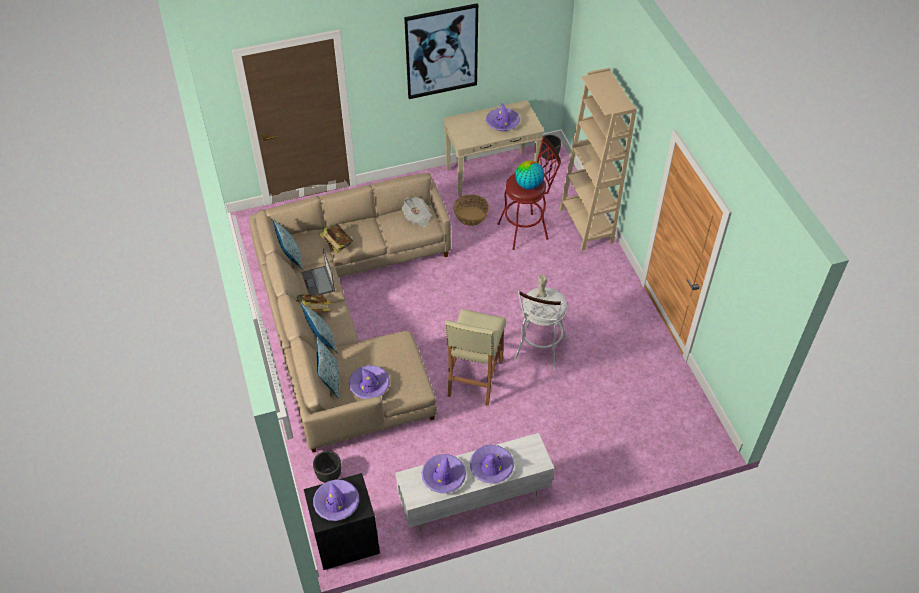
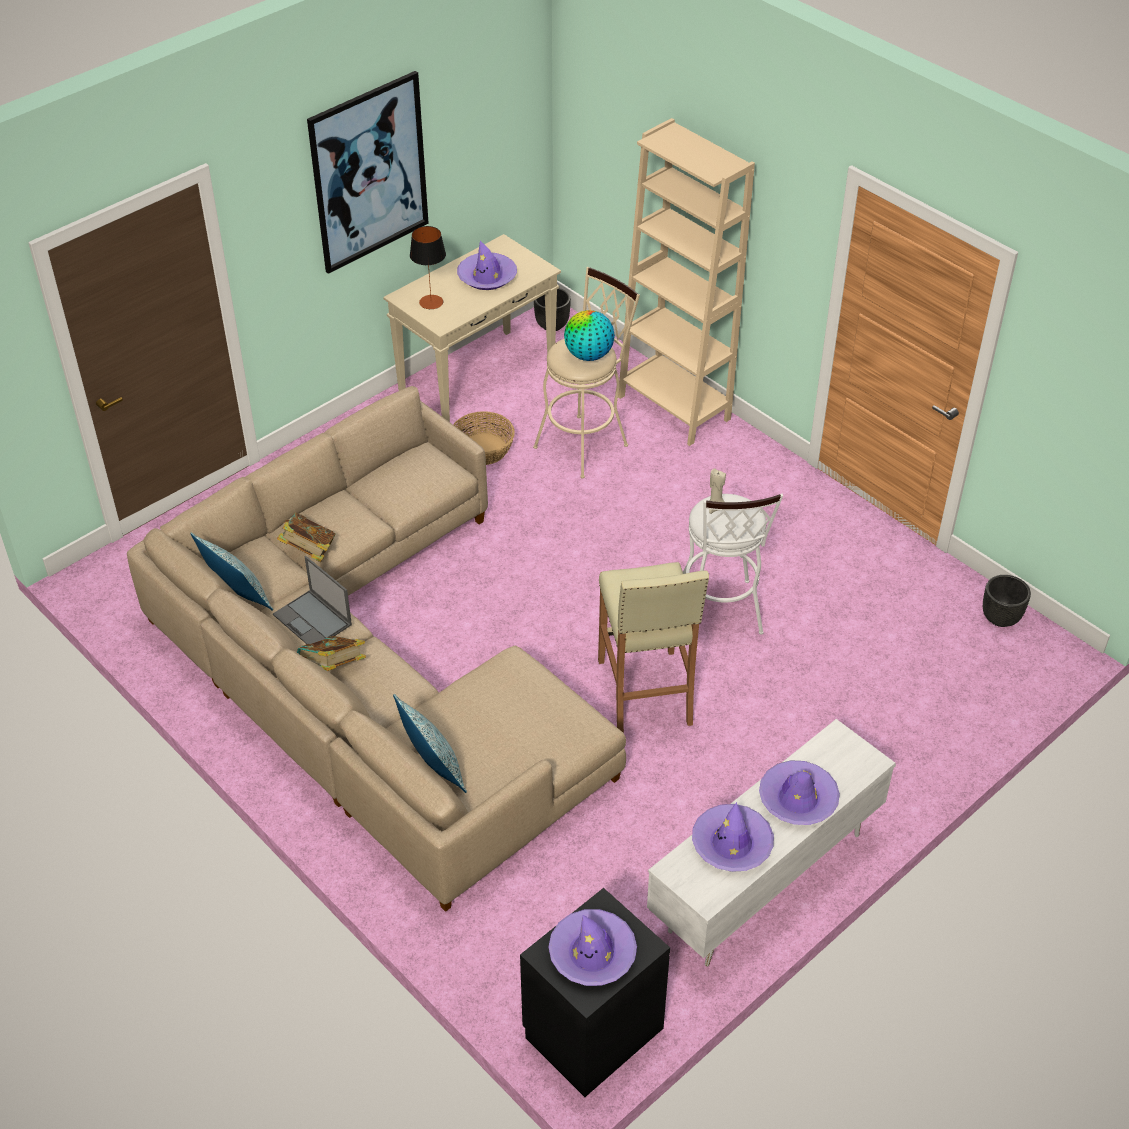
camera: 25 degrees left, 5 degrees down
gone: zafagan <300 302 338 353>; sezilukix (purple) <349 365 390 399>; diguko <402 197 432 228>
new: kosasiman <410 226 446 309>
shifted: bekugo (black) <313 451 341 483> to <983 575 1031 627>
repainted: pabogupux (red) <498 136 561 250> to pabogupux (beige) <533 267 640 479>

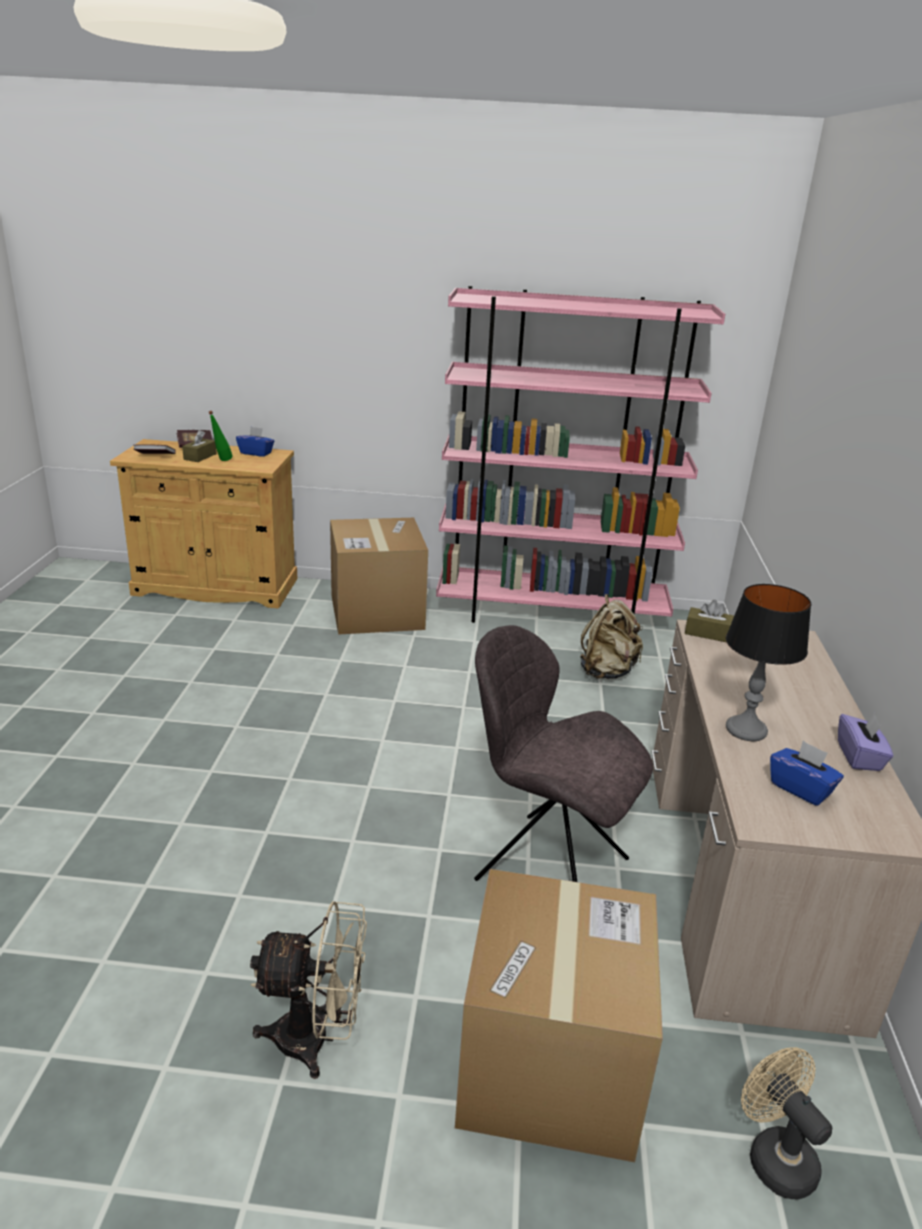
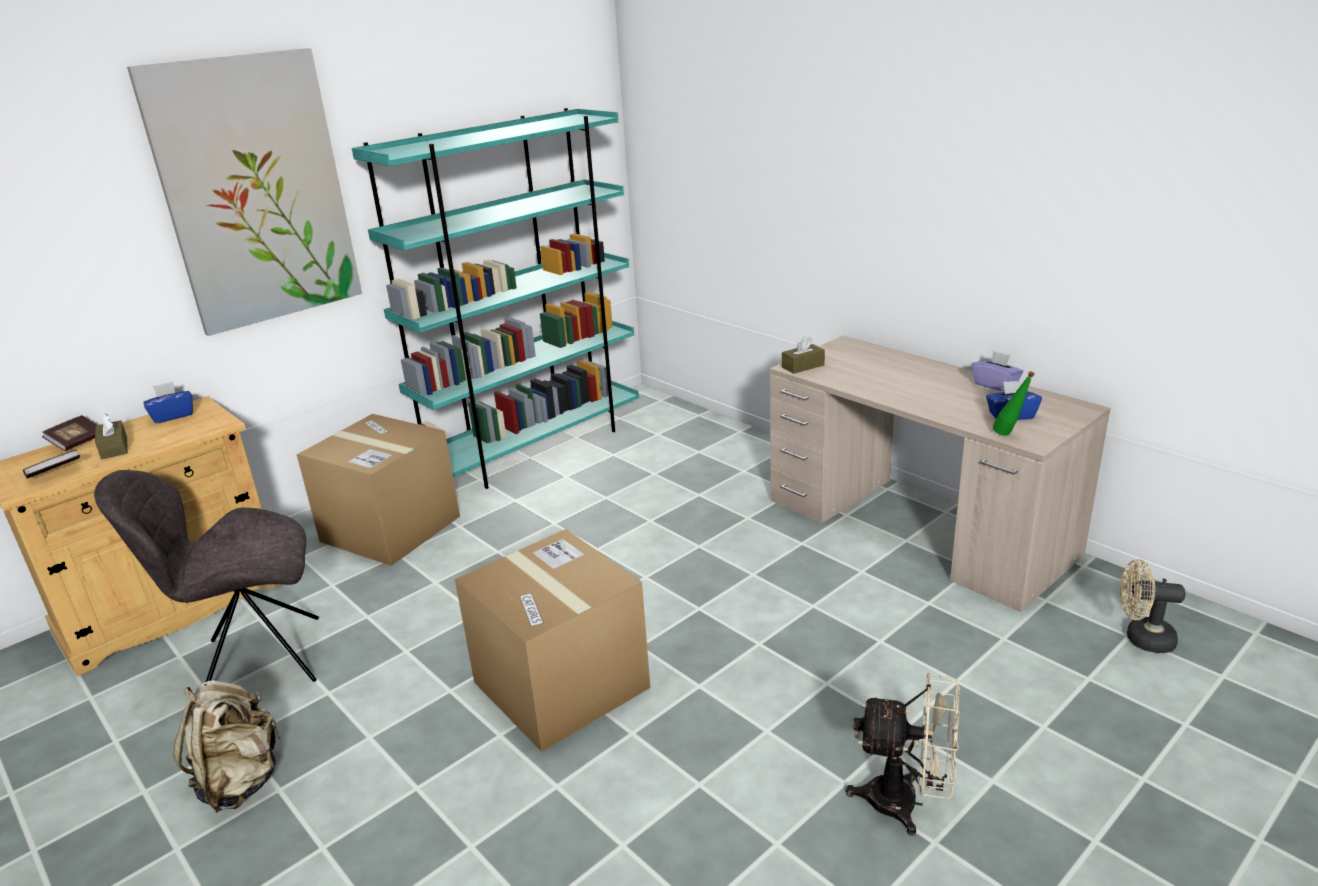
camera: 45 degrees left, 0 degrees up
gone: kosasiman <726 584 811 741>
new: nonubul <127 48 362 336>
shifted: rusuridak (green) <208 411 233 461> to <993 371 1035 436>; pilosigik <455 869 663 1162> to <455 529 650 752>; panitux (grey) <474 625 653 882> to <94 470 319 686>; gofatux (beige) <580 594 643 679> to <174 680 282 813>
repainted: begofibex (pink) <436 286 725 623> to begofibex (turquoise) <352 108 639 489>
rotated: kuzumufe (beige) <250 901 367 1079> = <846 673 960 836> 60 degrees clockwise

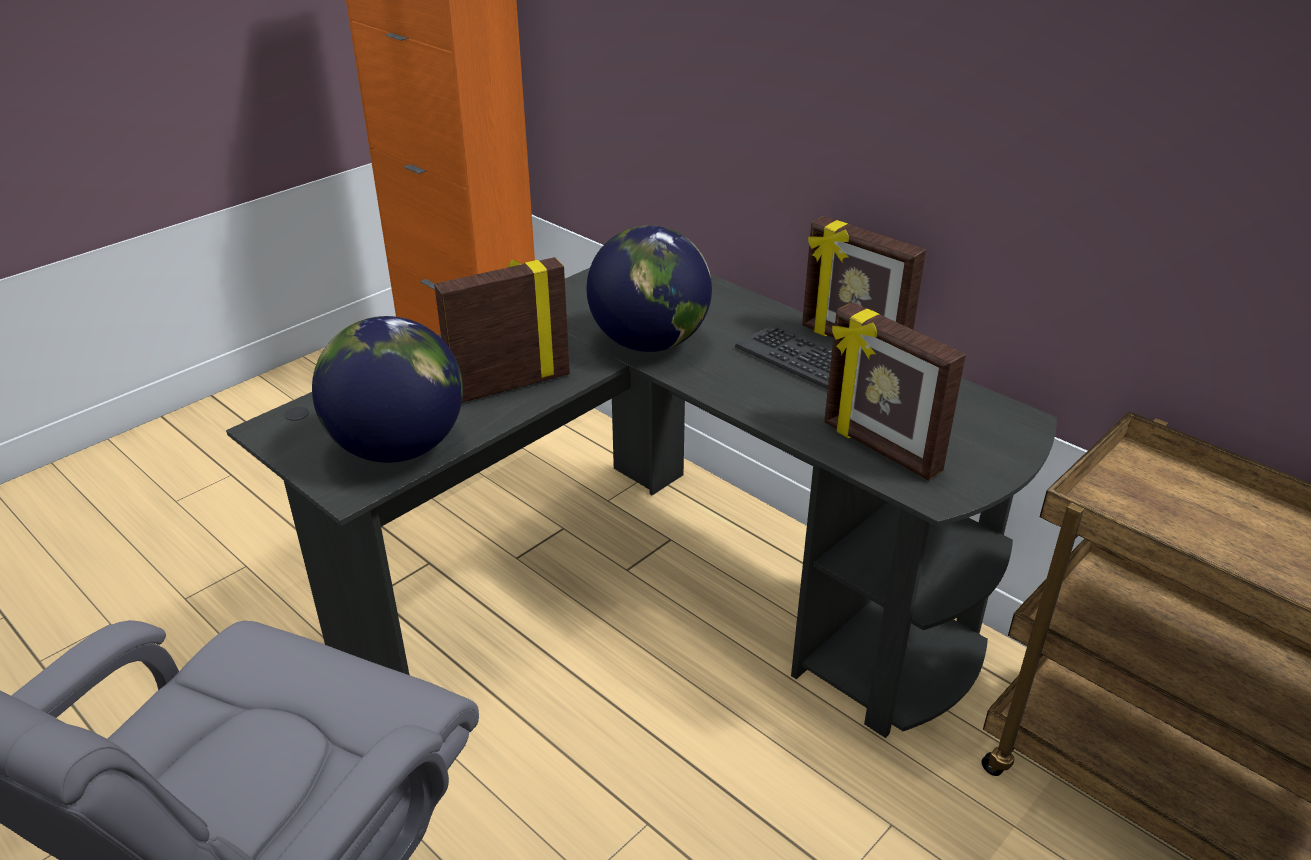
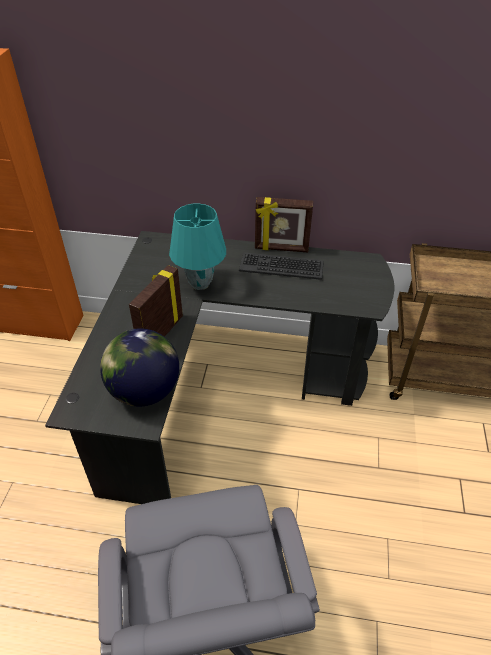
camera: 35 degrees left, 10 degrees up
gone: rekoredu <824 302 966 480>
swapped: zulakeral <587 225 712 352> to kosasiman (turquoise) <169 204 226 290>

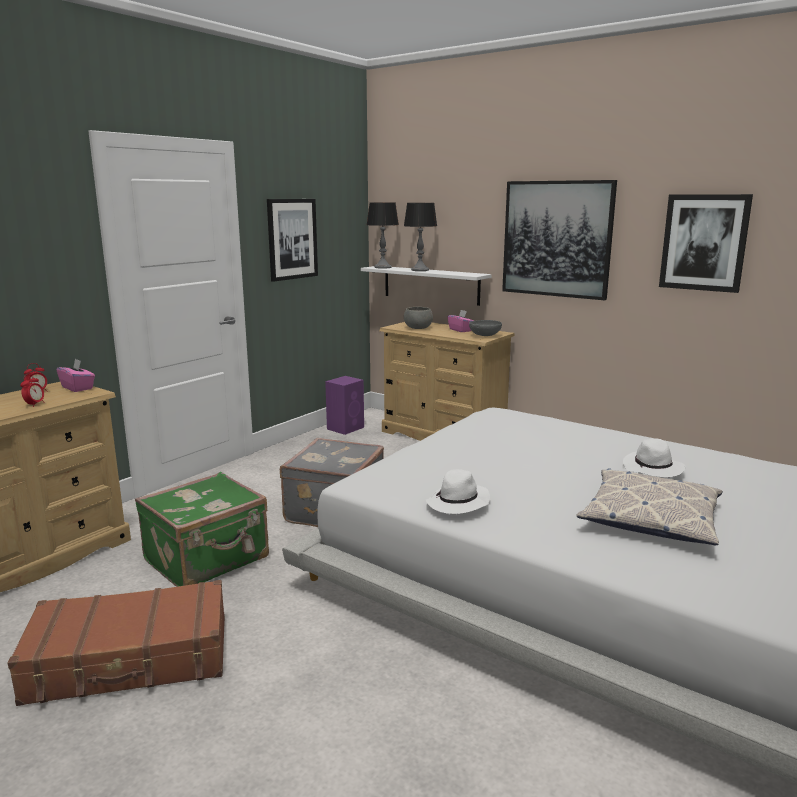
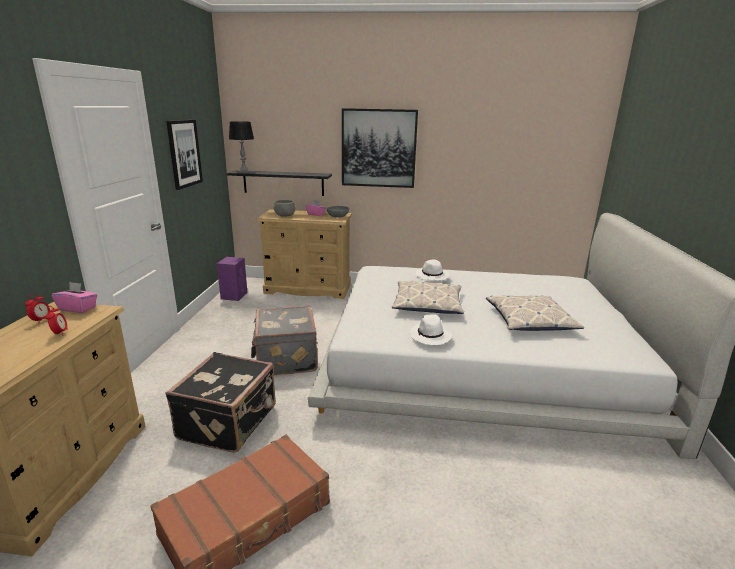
camera: 30 degrees left, 5 degrees up
gone: kosasiman <404 203 437 271>; nonubul <659 194 753 293>
new: zafagan <392 281 464 314>
shifted: sezilukix (white) <623 438 686 478> to <416 259 450 280>
repainted: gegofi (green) <135 472 269 587> to gegofi (black) <165 352 276 453>; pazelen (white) <361 266 492 306> to pazelen (black) <227 170 332 196>

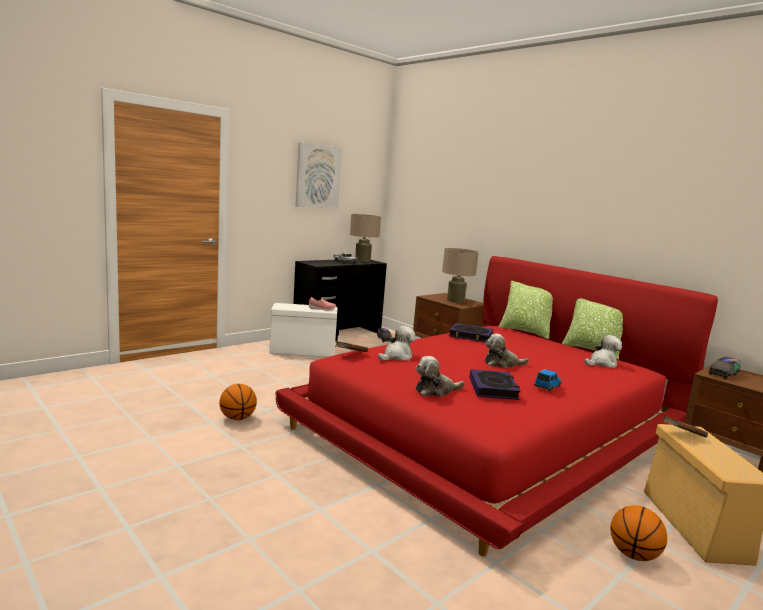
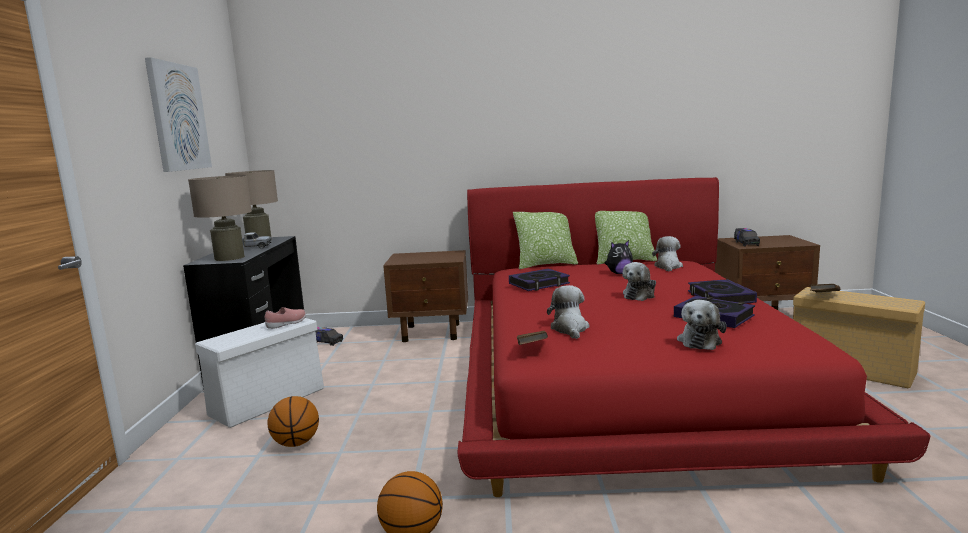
camera: 45 degrees left, 0 degrees up
new: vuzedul <605 240 633 274>
shifted: kosasiman (beige) <442 248 479 303> to <188 175 252 261>; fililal <610 505 667 561> to <267 396 319 447>
swapped: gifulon <534 369 561 391> to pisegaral <688 279 757 303>

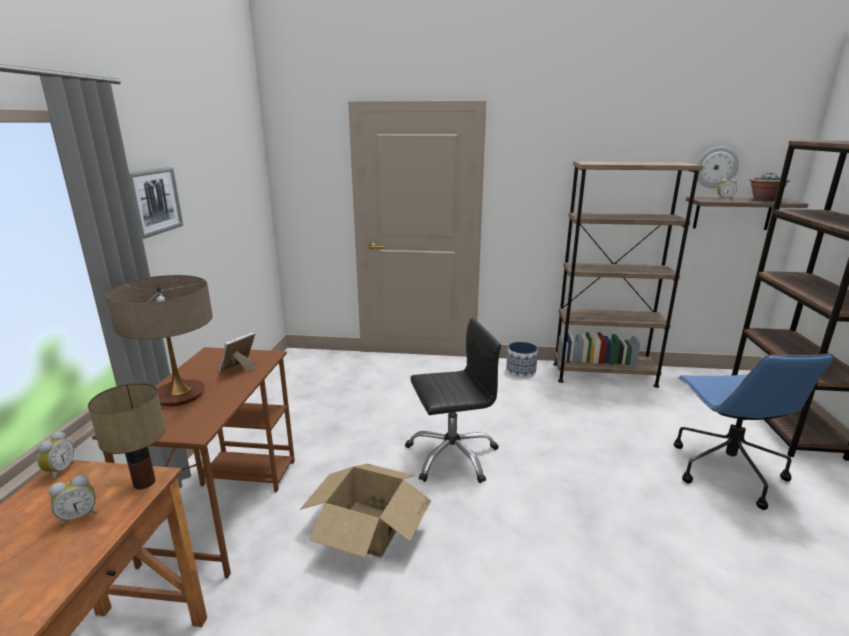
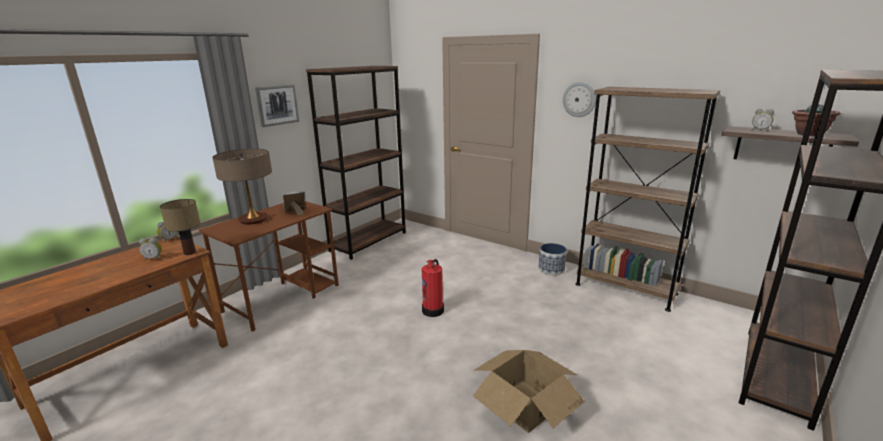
camera: 30 degrees right, 0 degrees up
gone: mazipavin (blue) <674 354 833 510>
new: begofibex (brown) <306 66 406 260>
shifted: pilosigik <300 464 431 558> to <473 350 585 433>; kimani <697 146 739 188> to <563 82 596 117>
swapped: mazipavin (black) <405 318 501 483> to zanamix <422 259 444 317>

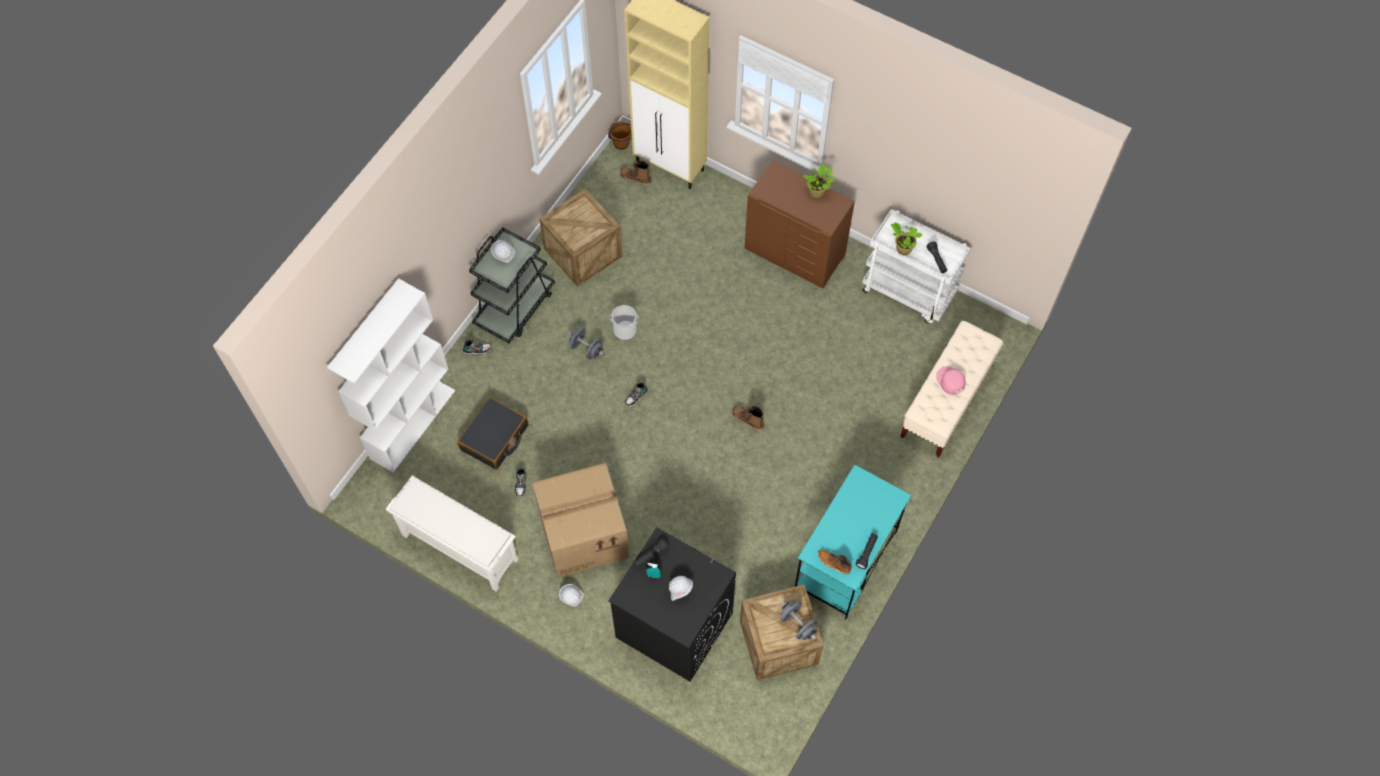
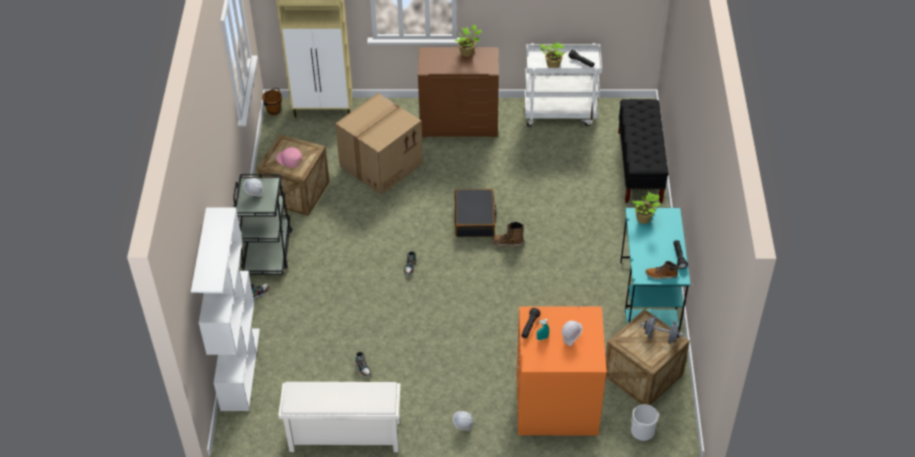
camera: 30 degrees left, 15 degrees down
gone: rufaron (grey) <568 328 604 359>; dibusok <620 160 652 187>
new: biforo <631 192 660 224>
shifted: gegofi (black) <457 397 528 470> to <455 189 497 237>; pilosigik <532 462 629 578> to <335 93 423 195>; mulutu <609 305 639 340> to <631 404 659 441>; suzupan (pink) <936 366 966 395> to <276 147 303 168>
repainted: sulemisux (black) <608 527 736 682> to sulemisux (orange) <517 306 607 436>; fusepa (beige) <900 321 1003 457> to fusepa (black) <618 99 669 203>

